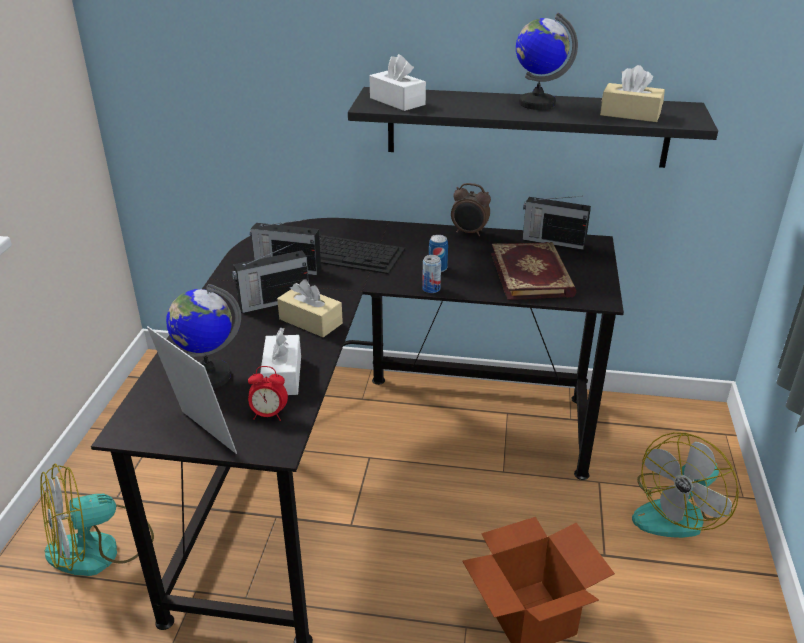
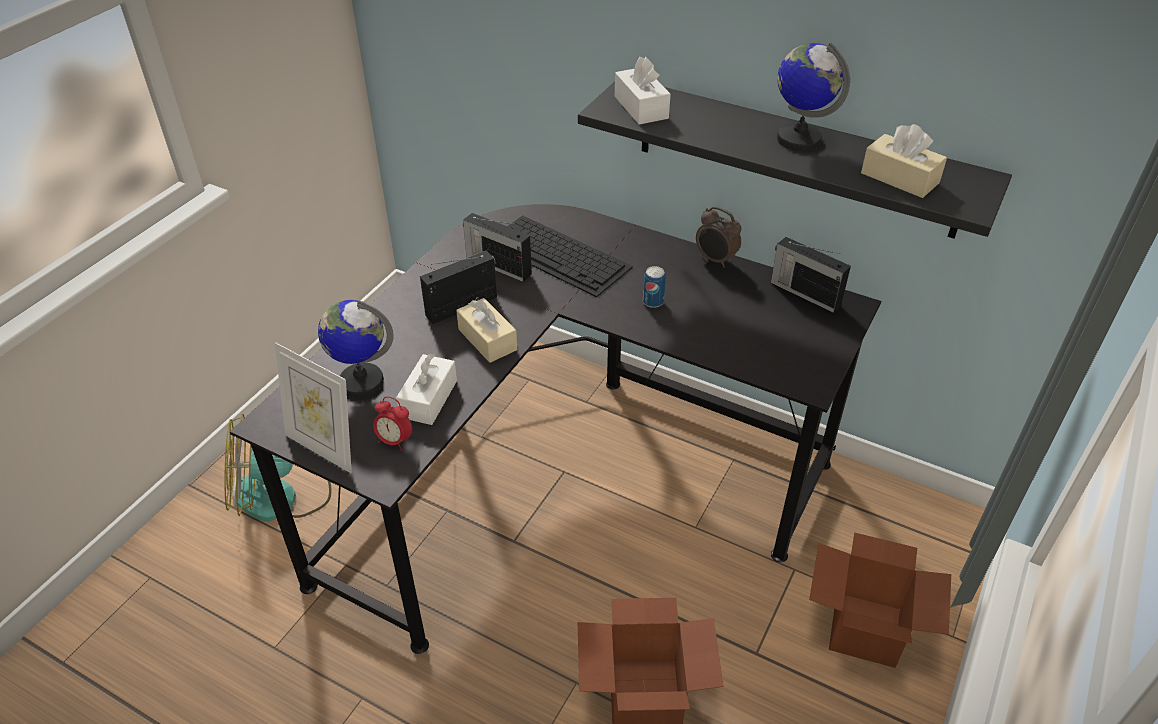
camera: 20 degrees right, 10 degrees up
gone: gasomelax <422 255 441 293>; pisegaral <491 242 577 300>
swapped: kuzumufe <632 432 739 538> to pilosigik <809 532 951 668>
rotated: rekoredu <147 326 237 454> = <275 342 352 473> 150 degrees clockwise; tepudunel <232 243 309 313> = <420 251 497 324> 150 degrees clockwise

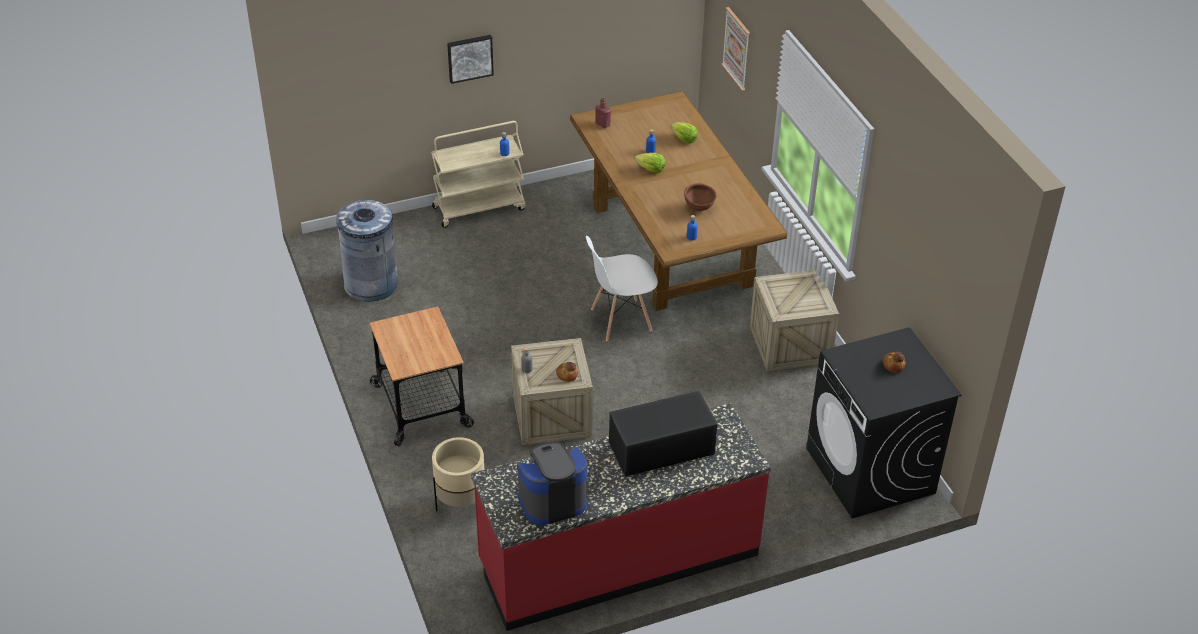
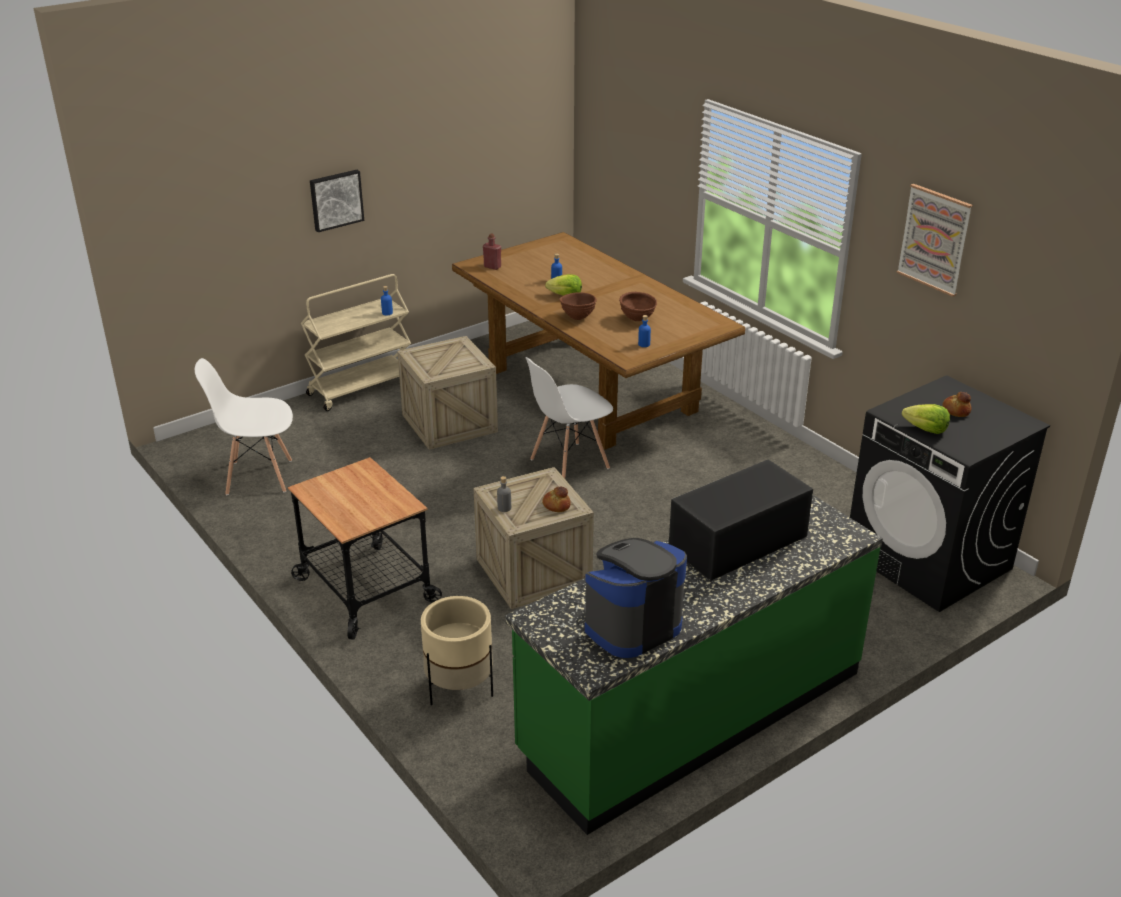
camera: 15 degrees left, 10 degrees down
new: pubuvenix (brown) <559 292 597 320>
shifted: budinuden <671 122 698 144> to <901 404 950 434>; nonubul <721 7 750 91> to <897 184 973 297>; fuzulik <750 270 839 371> to <397 336 498 450>
swapped: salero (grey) <336 200 398 302> to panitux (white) <195 358 293 495>
repainted: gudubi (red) <471 403 771 631> to gudubi (green) <505 495 883 835>

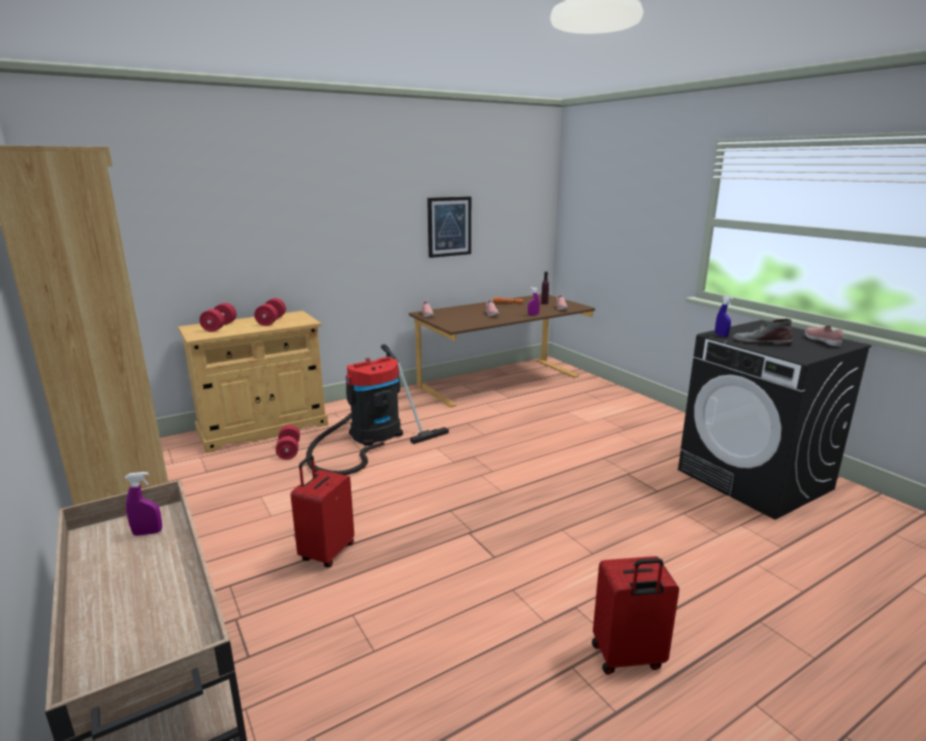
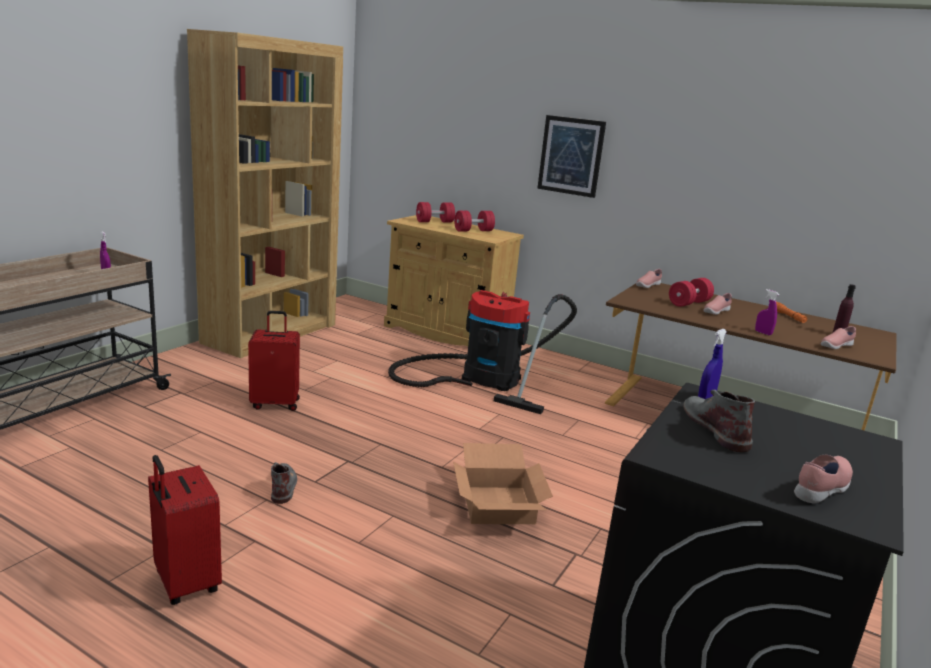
camera: 60 degrees right, 0 degrees up
new: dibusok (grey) <271 462 297 504>; pilosigik <453 443 553 524>
shifted: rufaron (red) <276 425 300 460> to <669 278 714 307>; nonubul <427 196 471 258> to <537 115 606 198>

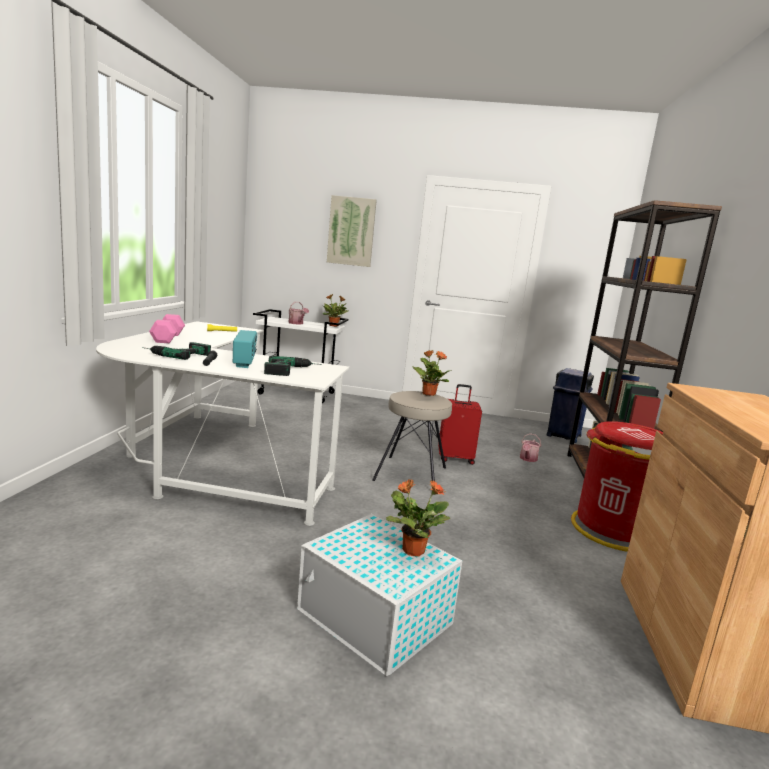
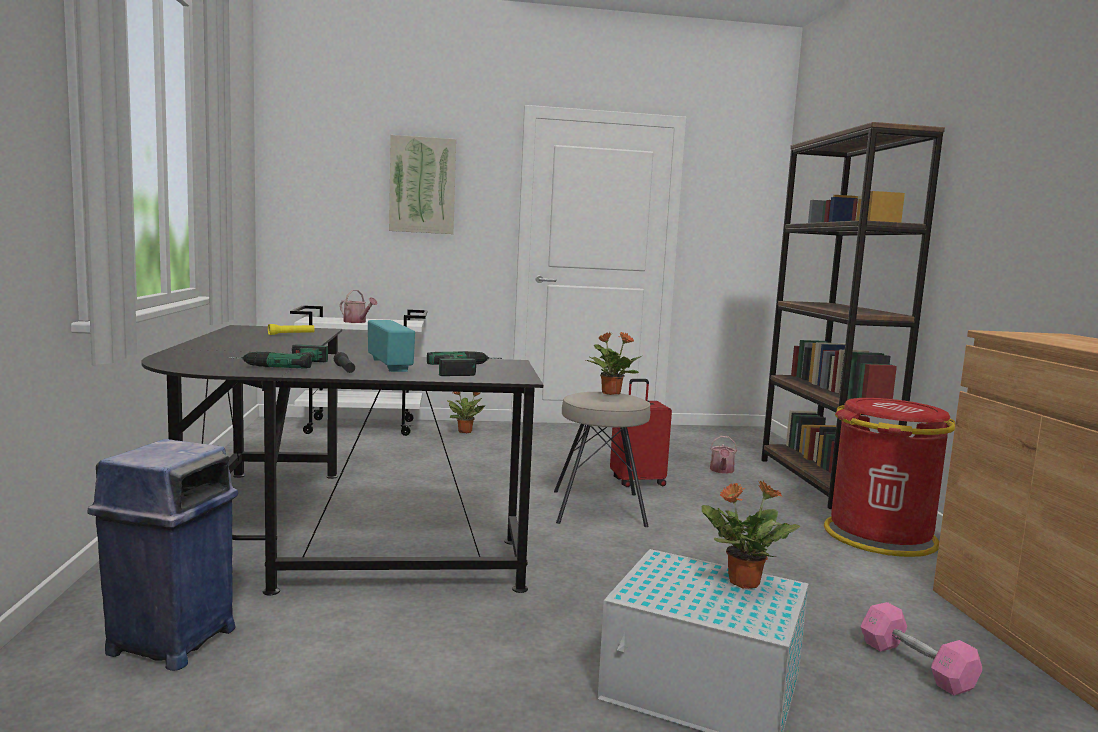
camera: 15 degrees left, 5 degrees down
shifted: rufaron (pink) <149 314 185 343> to <860 602 982 696>; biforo <323 294 348 327> to <447 392 485 433>; salero (blue) <547 368 594 443> to <87 439 238 671>
repainted: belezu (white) <96 321 349 526> to belezu (black) <141 325 543 596>

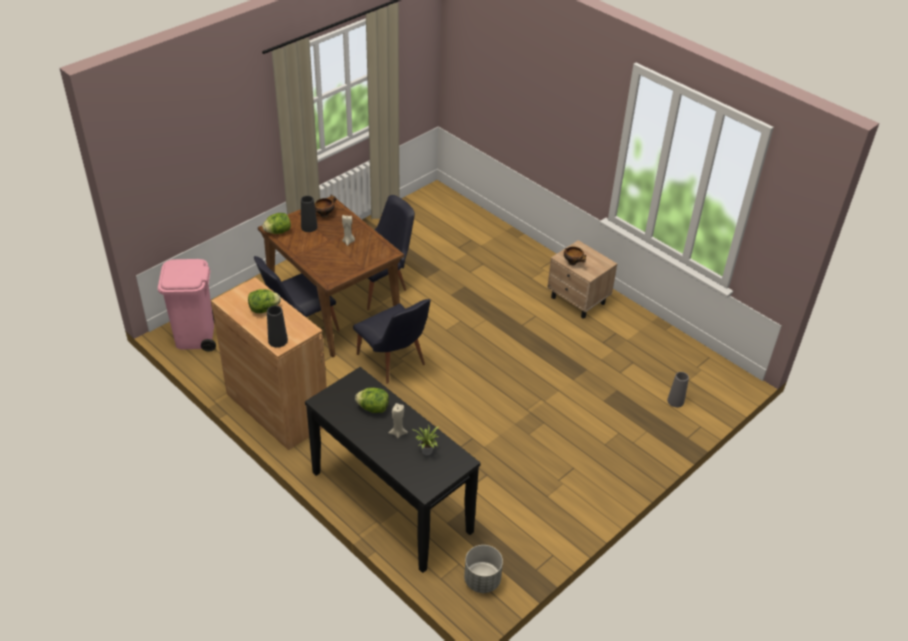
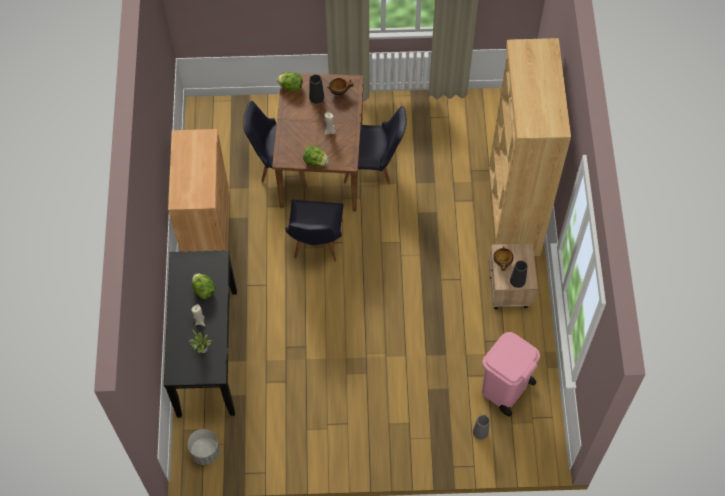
camera: 45 degrees right, 20 degrees up
new: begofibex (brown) <489 38 571 256>
shifted: salero (pink) <158 259 216 352> to <482 332 540 416>; budinuden <248 289 281 313> to <303 146 329 167>; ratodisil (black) <267 306 288 348> to <510 260 527 288>

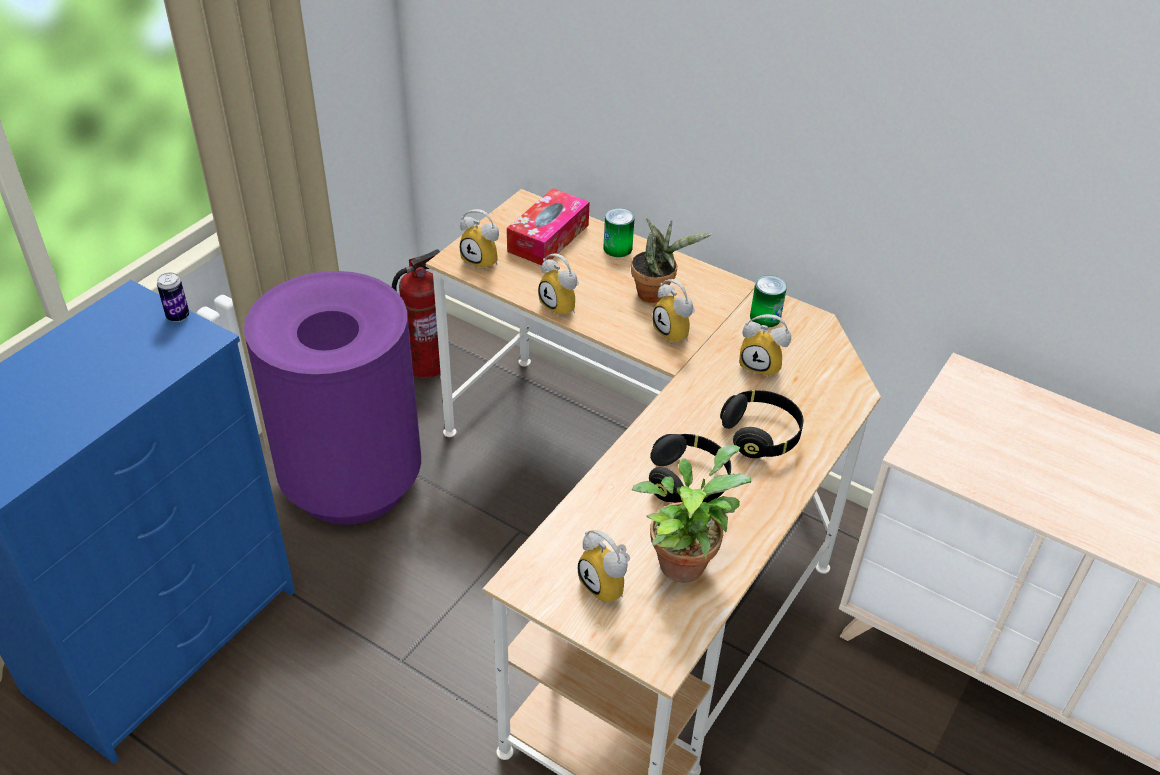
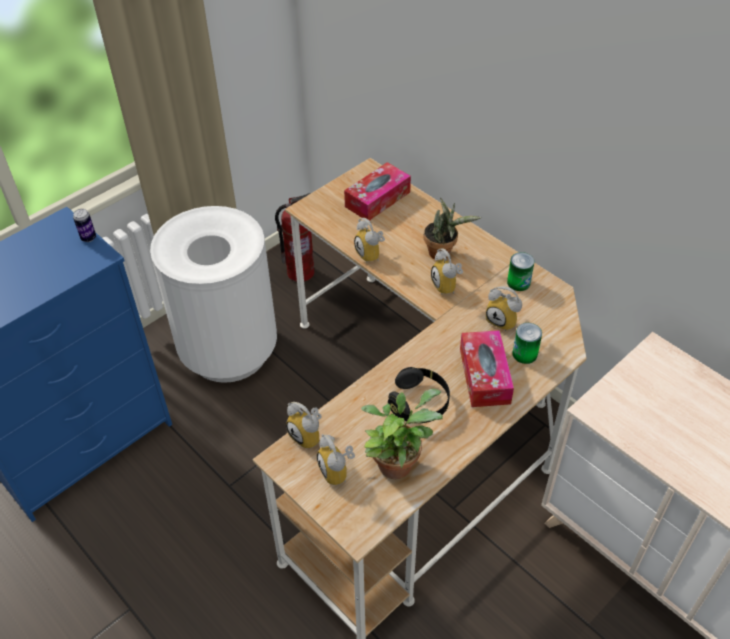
camera: 15 degrees right, 5 degrees up
shifted: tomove <459 209 499 271> to <286 402 322 449>; gasomelax <603 208 635 257> to <512 323 542 364>
swapped: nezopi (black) <720 390 803 458> to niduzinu <460 330 514 407>
repainted: salero (purple) <244 271 421 525> to salero (white) <150 206 277 383>

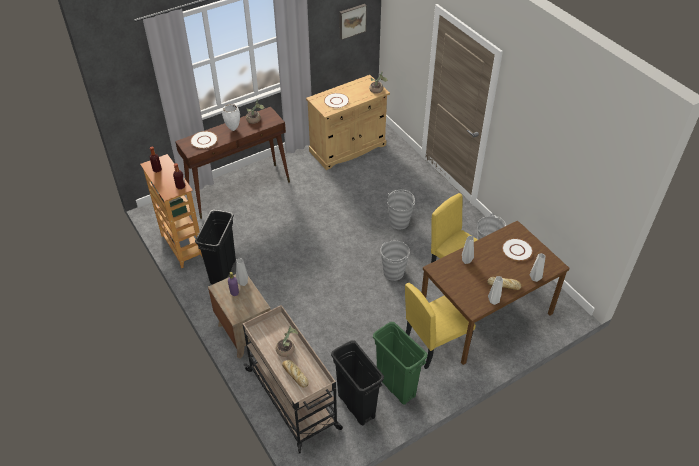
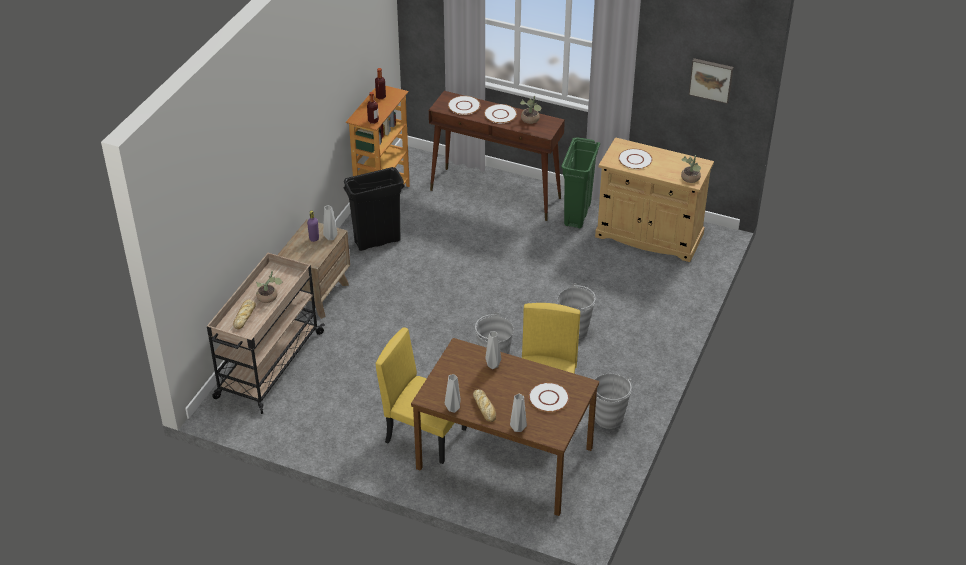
camera: 55 degrees right, 5 degrees down
gone: salero (black) <331 340 384 425>
shifted: salero (green) <373 322 428 405> to <561 137 600 228>
swapped: ratodisil (white) <222 104 240 131> to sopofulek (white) <484 104 517 123>

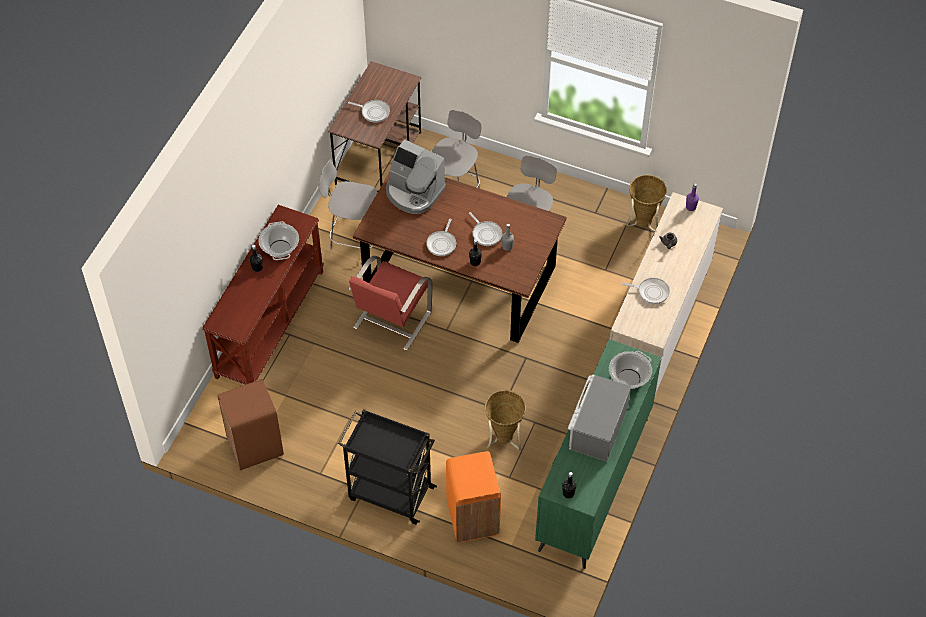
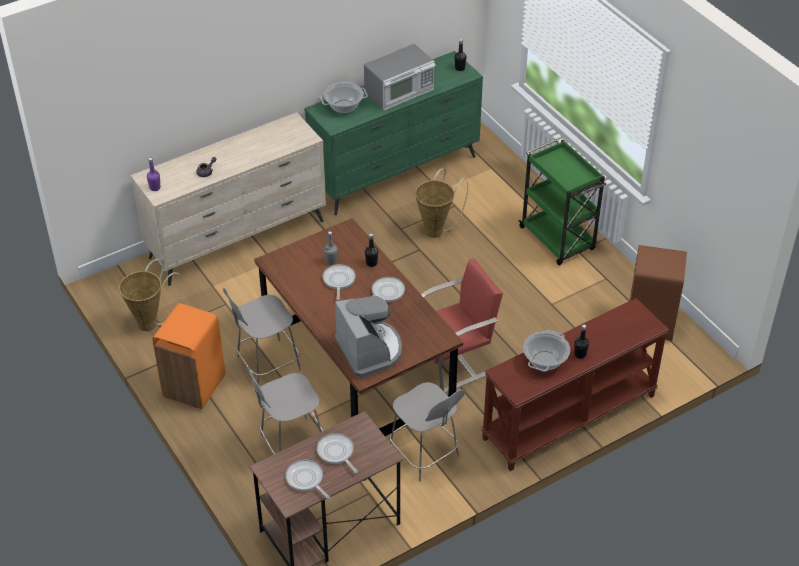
camera: 145 degrees left, 10 degrees down
shifted: salero (orange) <446 451 501 543> to <152 303 225 410>; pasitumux <622 278 670 304> to <285 459 330 499>
repainted: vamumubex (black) <338 409 437 524> to vamumubex (green) <519 139 606 265>

